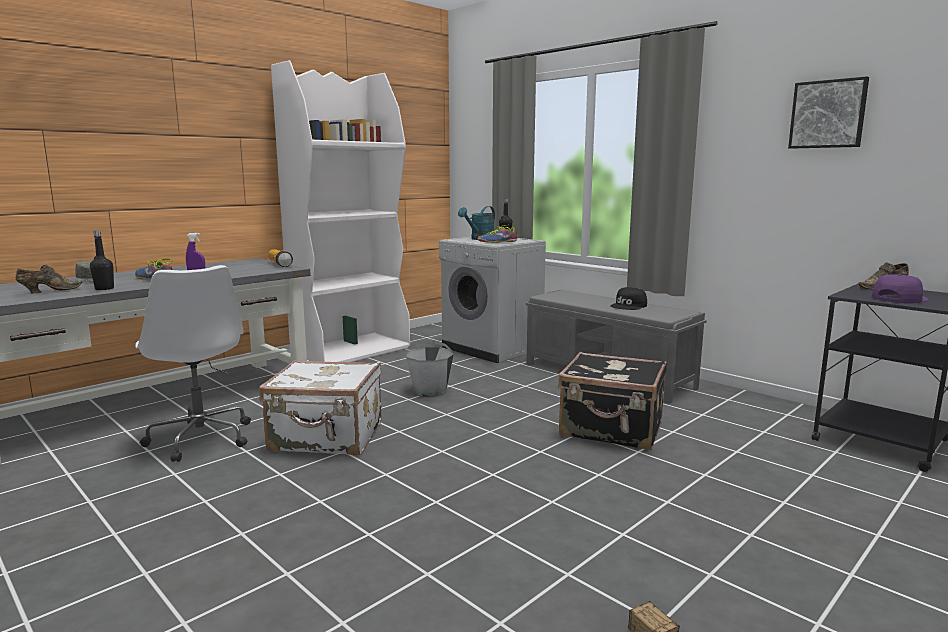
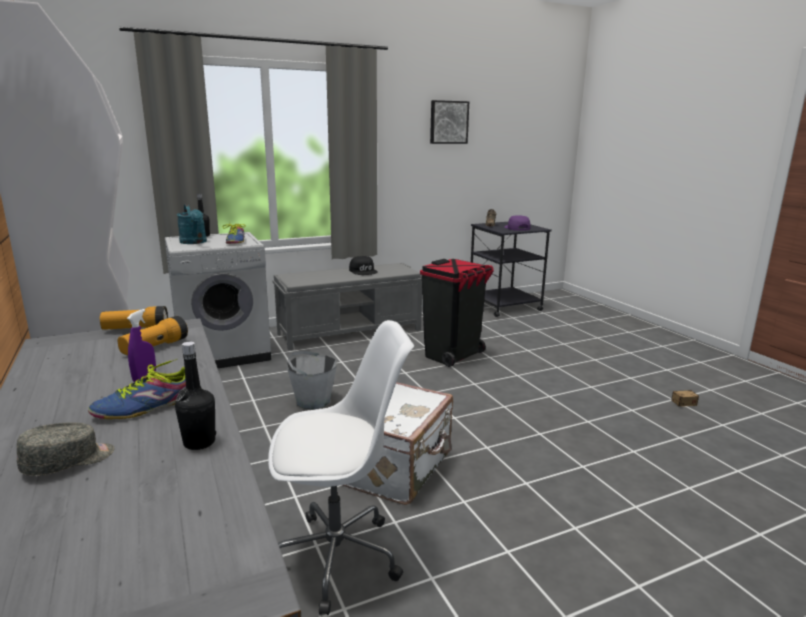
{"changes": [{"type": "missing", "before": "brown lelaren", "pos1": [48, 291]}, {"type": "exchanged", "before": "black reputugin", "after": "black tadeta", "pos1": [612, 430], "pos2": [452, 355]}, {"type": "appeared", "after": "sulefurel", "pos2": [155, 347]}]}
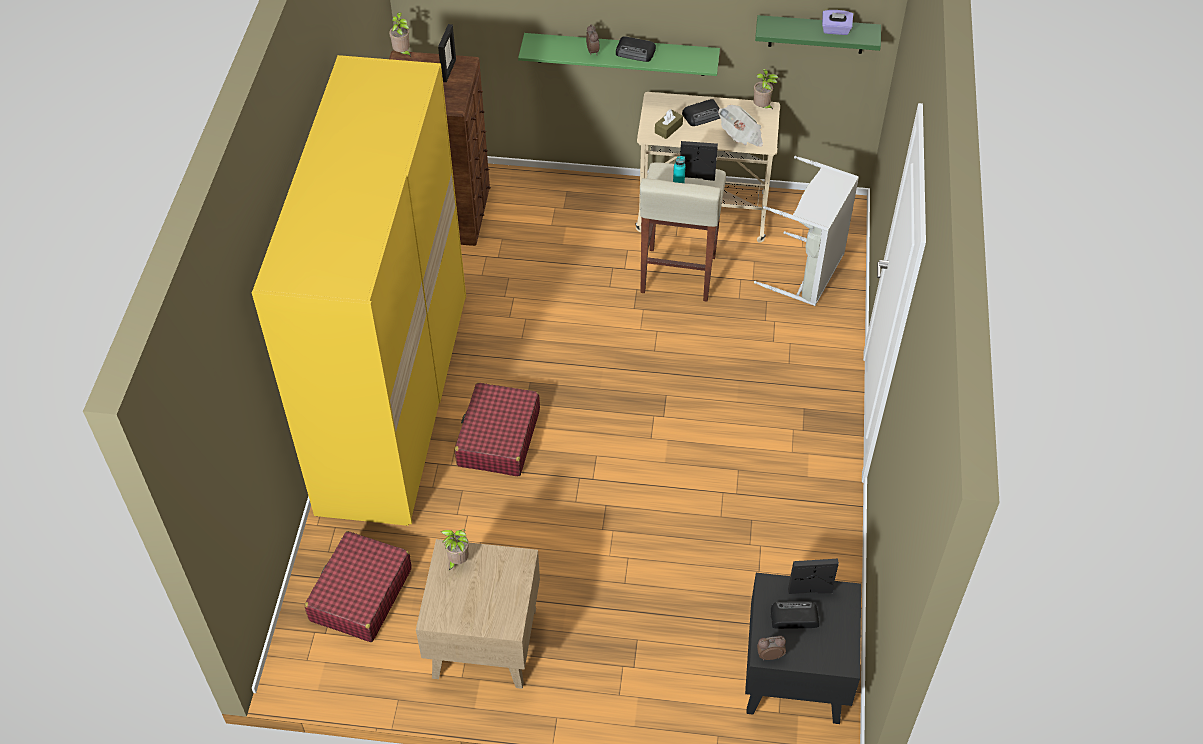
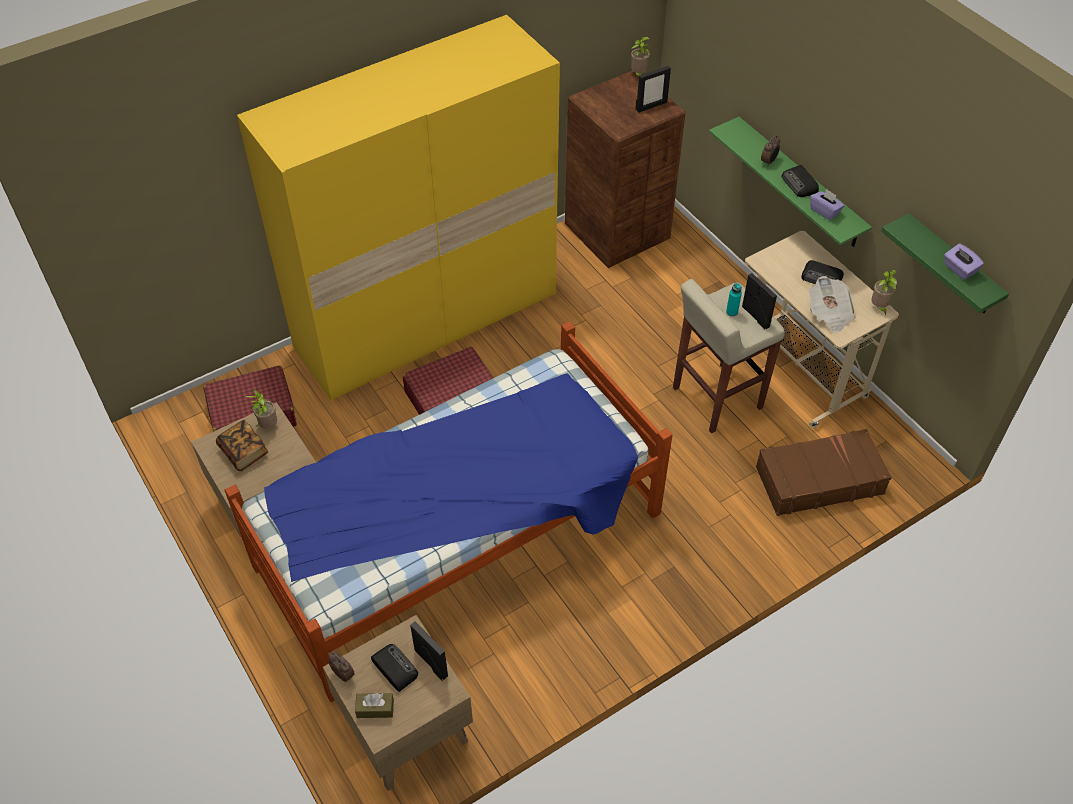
{"changes": [{"type": "relocated", "before": "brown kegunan", "pos1": [668, 129], "pos2": [375, 708]}, {"type": "exchanged", "before": "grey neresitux", "after": "brown reputugin", "pos1": [809, 272], "pos2": [818, 480]}, {"type": "colour", "before": "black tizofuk", "after": "beige tizofuk", "pos1": [793, 676], "pos2": [405, 727]}, {"type": "appeared", "after": "purple kegunan", "pos2": [824, 211]}, {"type": "appeared", "after": "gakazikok", "pos2": [461, 541]}, {"type": "appeared", "after": "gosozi", "pos2": [244, 452]}]}
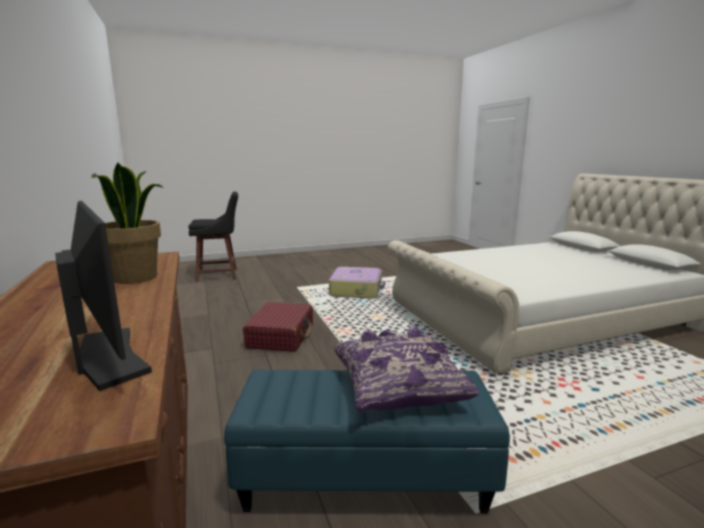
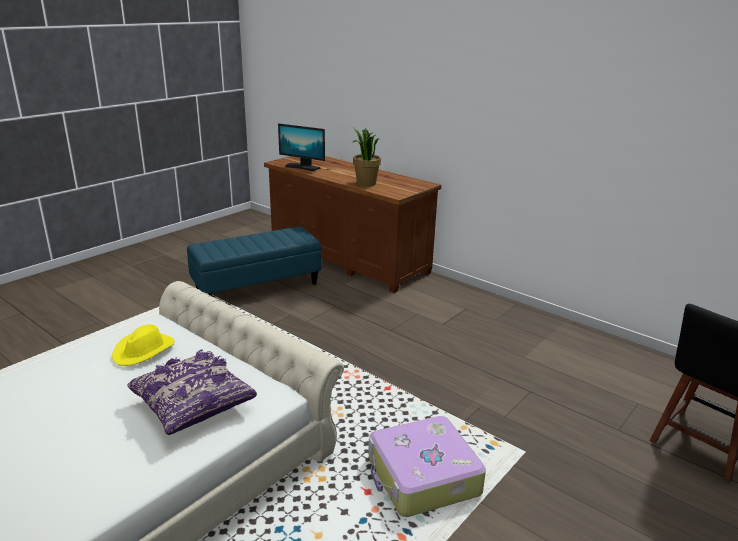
{"changes": [{"type": "missing", "before": "red reputugin", "pos1": [281, 336]}, {"type": "relocated", "before": "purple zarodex", "pos1": [398, 390], "pos2": [193, 406]}, {"type": "appeared", "after": "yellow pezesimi", "pos2": [144, 350]}]}
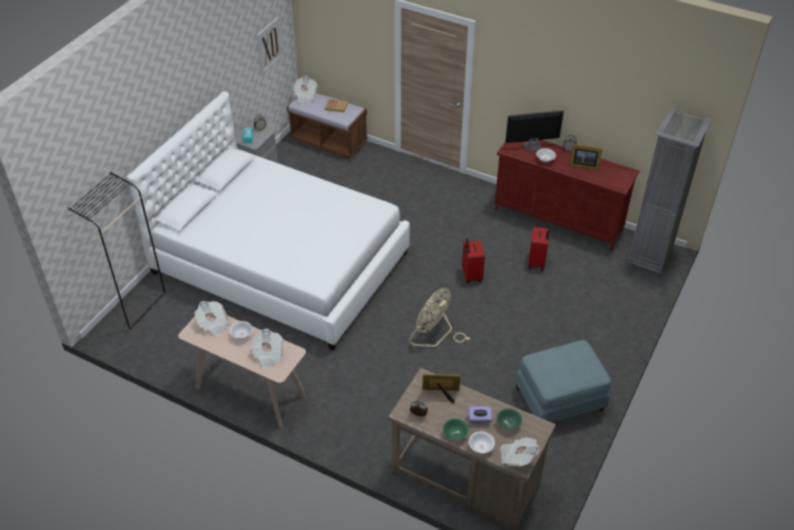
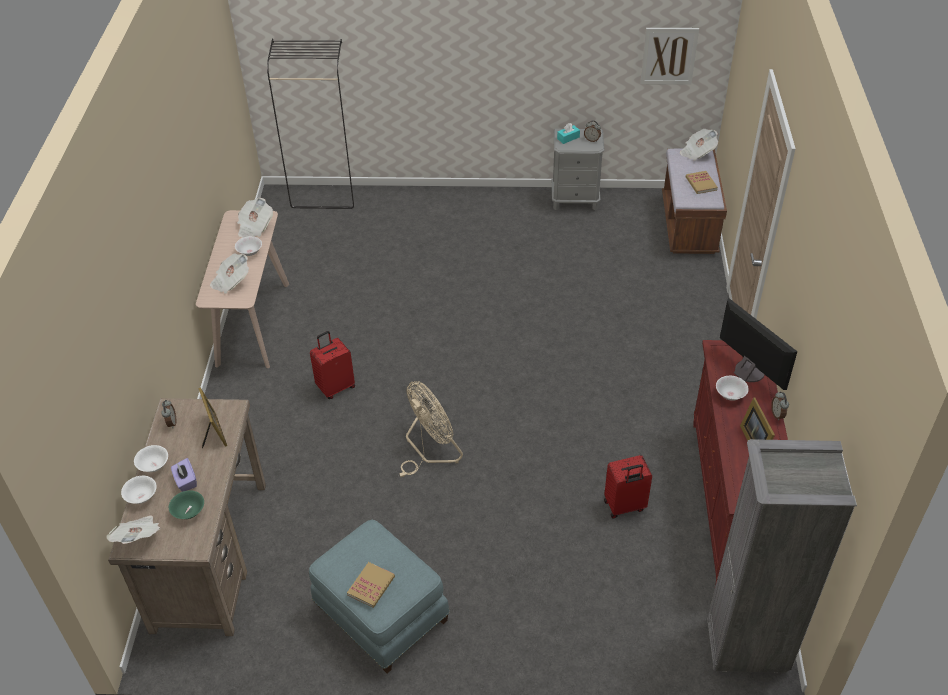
{"changes": [{"type": "missing", "before": "white gakazikok", "pos1": [280, 262]}, {"type": "relocated", "before": "red reputugin", "pos1": [471, 275], "pos2": [335, 387]}, {"type": "spun", "before": "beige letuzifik", "pos1": [438, 333], "pos2": [426, 447], "turn": 45}, {"type": "colour", "before": "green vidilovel", "after": "white vidilovel", "pos1": [455, 434], "pos2": [153, 466]}, {"type": "appeared", "after": "gosozi", "pos2": [371, 586]}]}
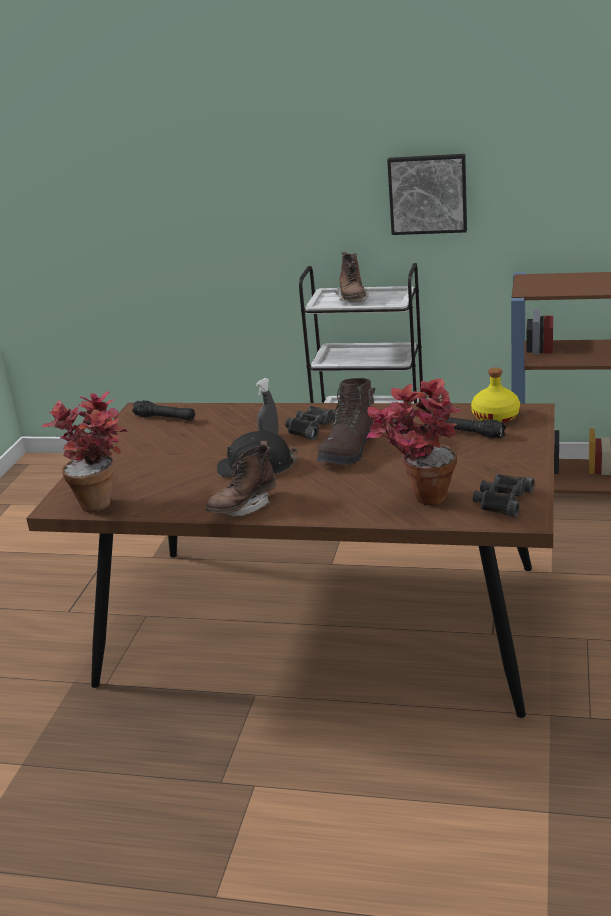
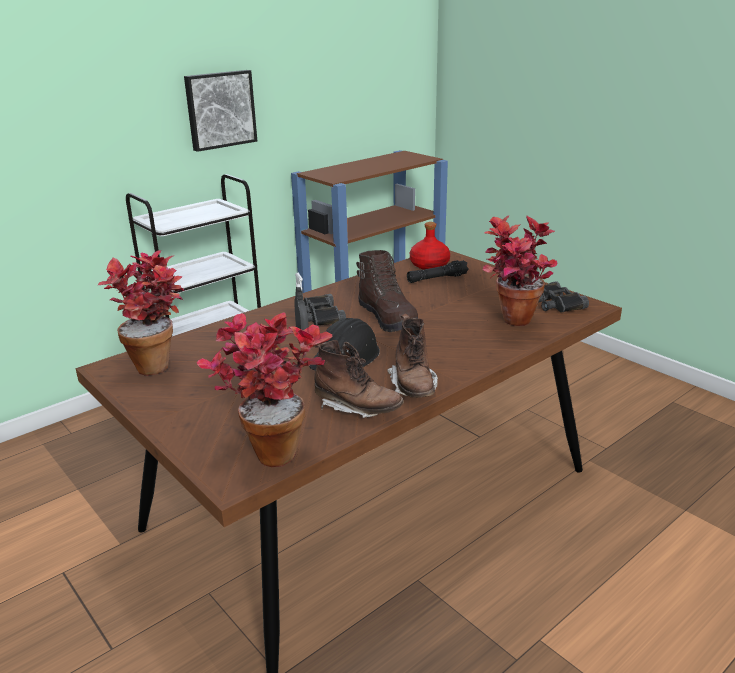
{"changes": [{"type": "relocated", "before": "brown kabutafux", "pos1": [352, 299], "pos2": [357, 408]}, {"type": "colour", "before": "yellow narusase", "after": "red narusase", "pos1": [496, 417], "pos2": [429, 265]}, {"type": "exchanged", "before": "black sulefurel", "after": "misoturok", "pos1": [165, 418], "pos2": [158, 362]}]}
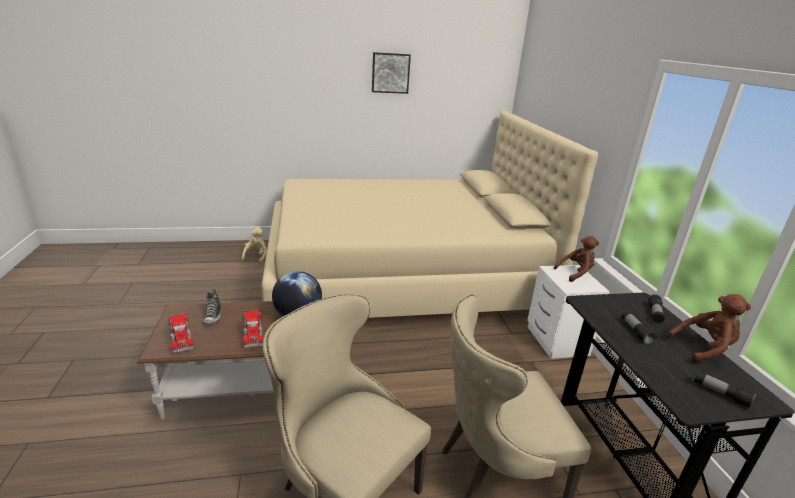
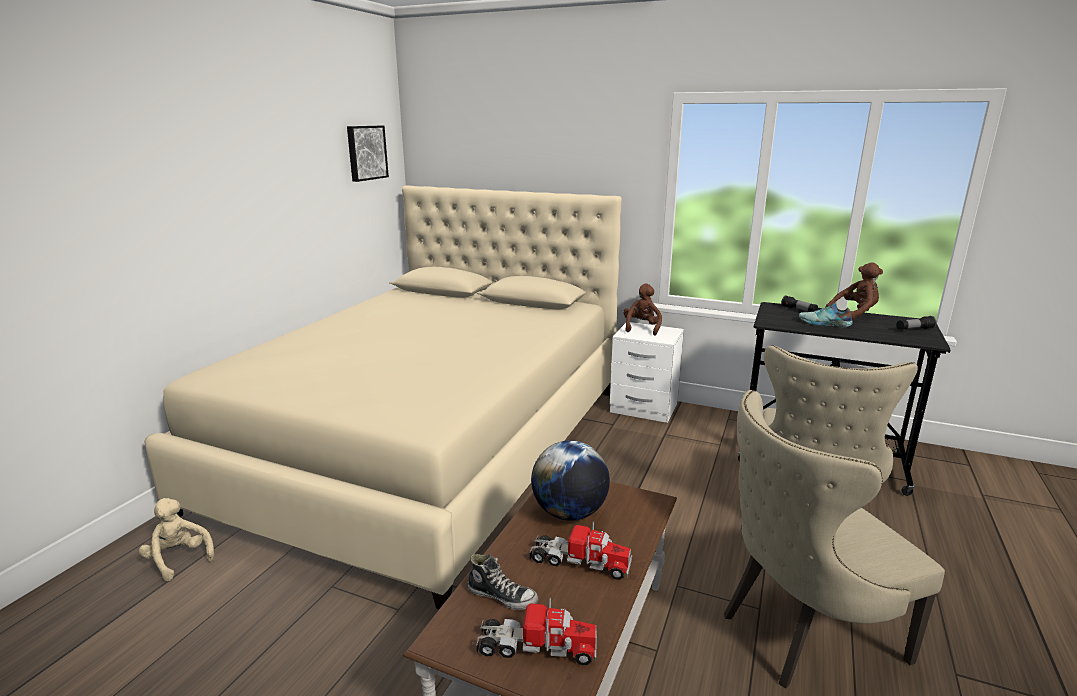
{"changes": [{"type": "relocated", "before": "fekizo", "pos1": [390, 73], "pos2": [366, 152]}, {"type": "spun", "before": "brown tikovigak", "pos1": [704, 349], "pos2": [854, 314], "turn": 45}, {"type": "exchanged", "before": "sulefurel", "after": "lelaren", "pos1": [635, 331], "pos2": [824, 323]}]}
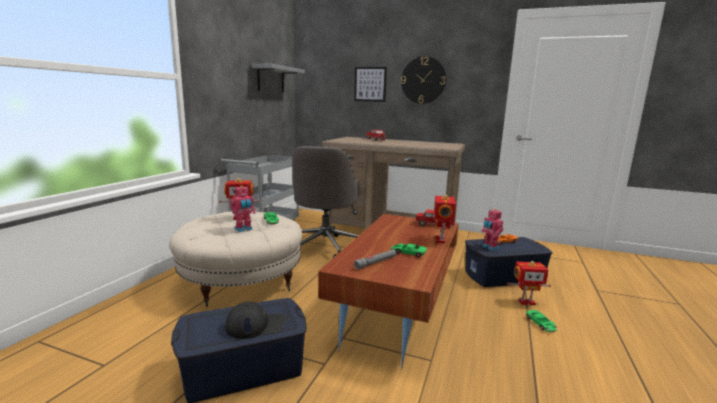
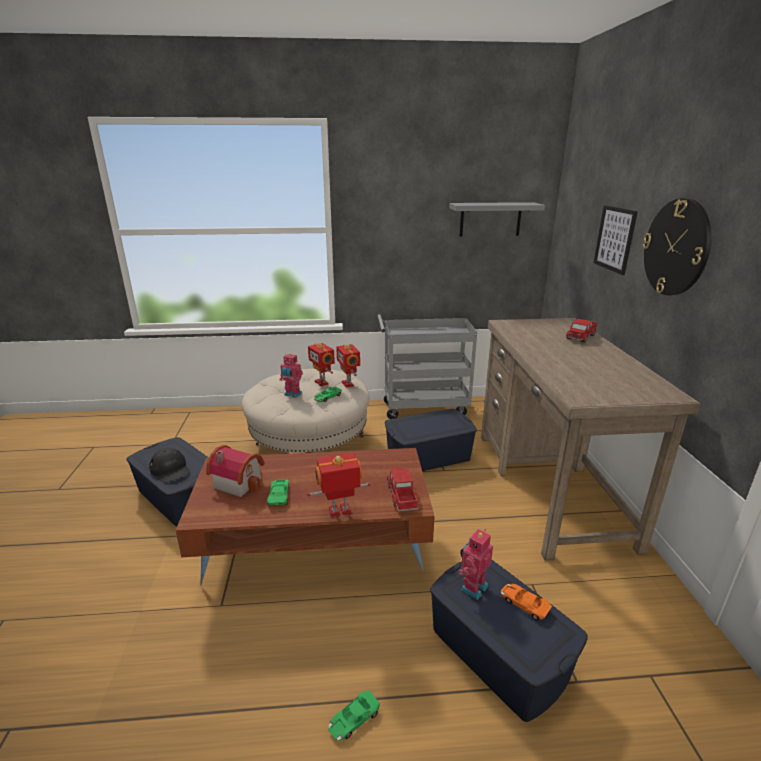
{"changes": [{"type": "exchanged", "before": "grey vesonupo", "after": "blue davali", "pos1": [325, 248], "pos2": [428, 456]}, {"type": "exchanged", "before": "grey sulefurel", "after": "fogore", "pos1": [376, 262], "pos2": [239, 481]}, {"type": "relocated", "before": "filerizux", "pos1": [526, 302], "pos2": [348, 384]}]}
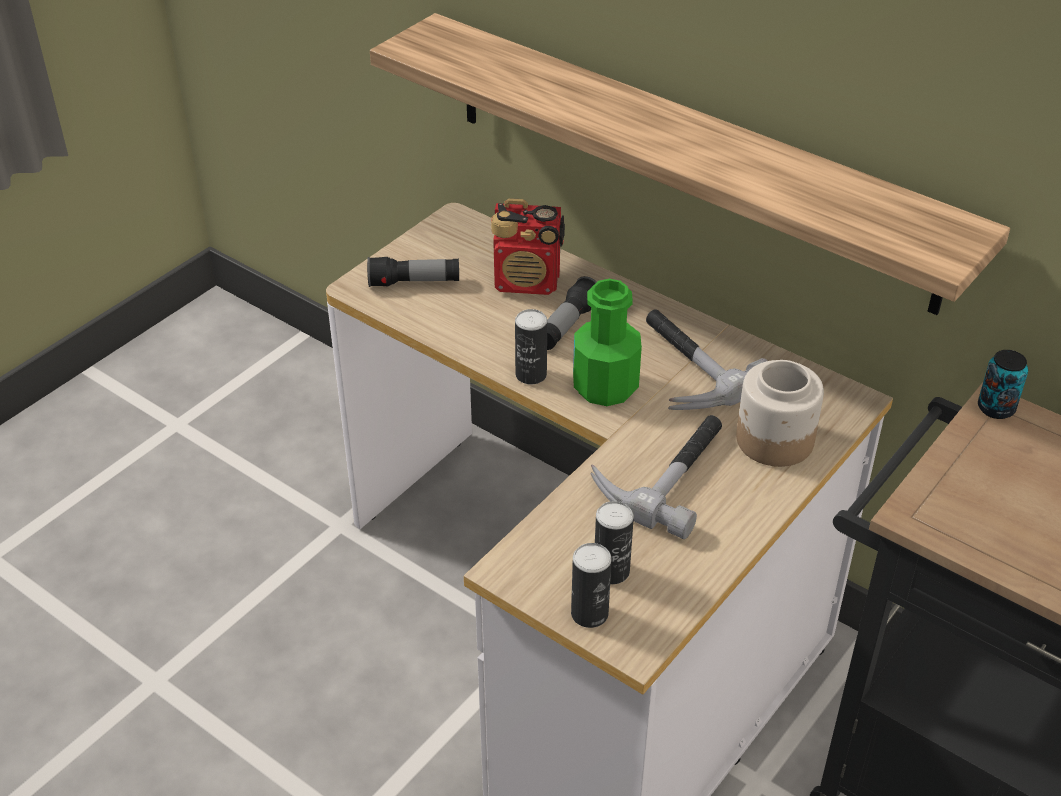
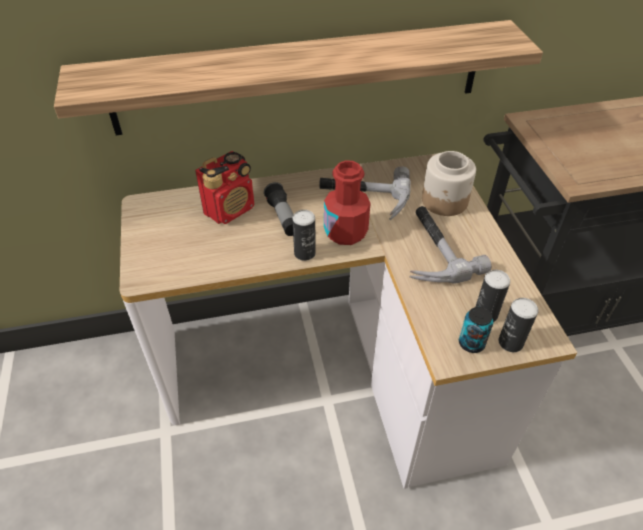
{"changes": [{"type": "missing", "before": "sulefurel", "pos1": [414, 282]}, {"type": "colour", "before": "green narusase", "after": "red narusase", "pos1": [605, 387], "pos2": [345, 232]}, {"type": "relocated", "before": "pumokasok", "pos1": [996, 408], "pos2": [471, 343]}]}
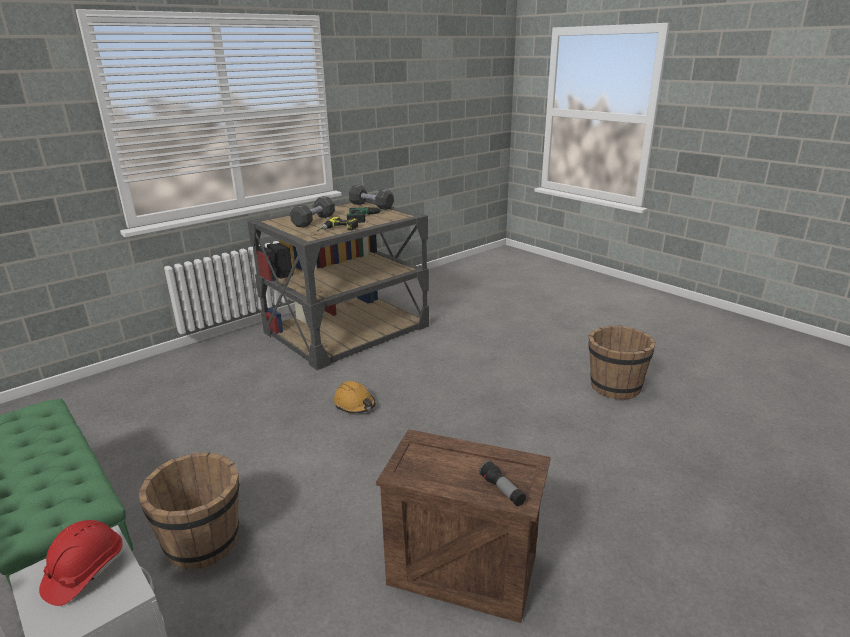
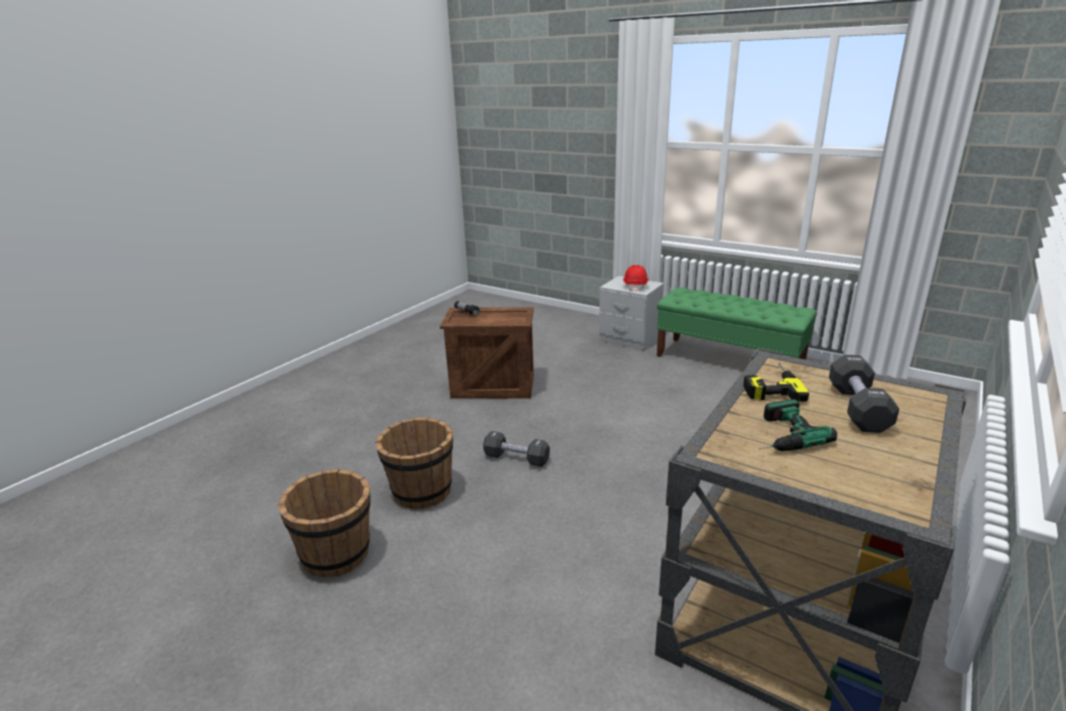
{"changes": [{"type": "relocated", "before": "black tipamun", "pos1": [371, 206], "pos2": [516, 458]}, {"type": "missing", "before": "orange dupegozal", "pos1": [354, 404]}, {"type": "relocated", "before": "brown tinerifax", "pos1": [203, 543], "pos2": [421, 491]}]}
